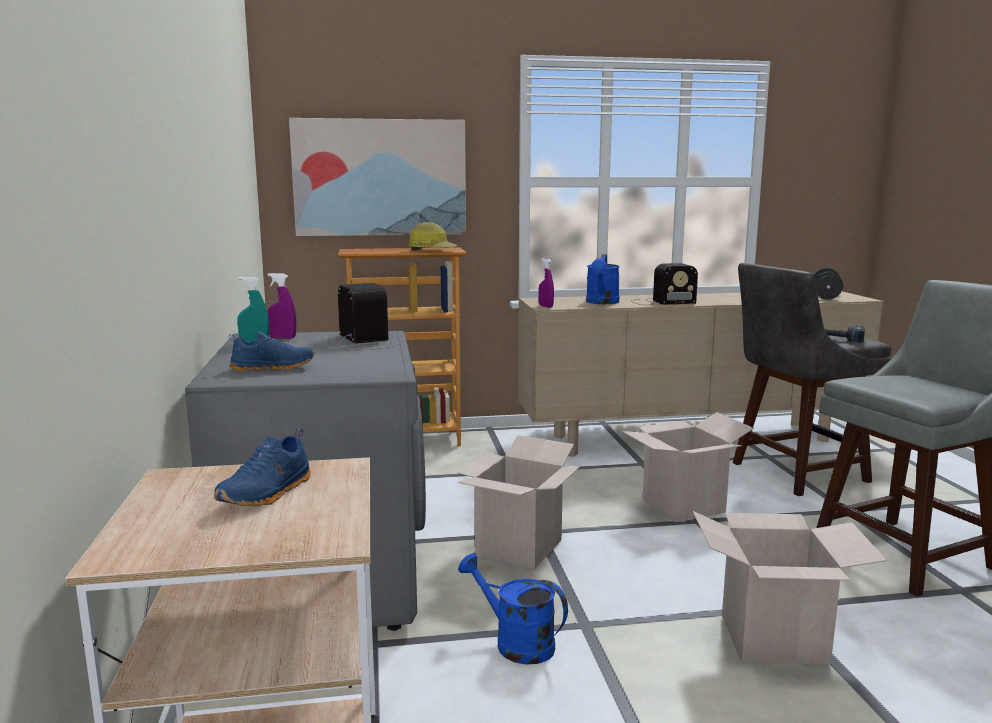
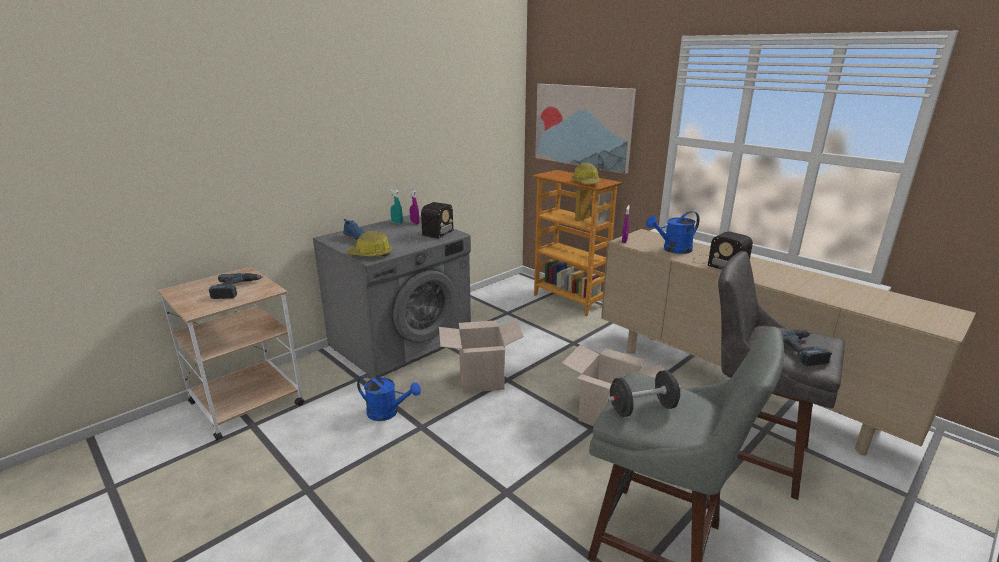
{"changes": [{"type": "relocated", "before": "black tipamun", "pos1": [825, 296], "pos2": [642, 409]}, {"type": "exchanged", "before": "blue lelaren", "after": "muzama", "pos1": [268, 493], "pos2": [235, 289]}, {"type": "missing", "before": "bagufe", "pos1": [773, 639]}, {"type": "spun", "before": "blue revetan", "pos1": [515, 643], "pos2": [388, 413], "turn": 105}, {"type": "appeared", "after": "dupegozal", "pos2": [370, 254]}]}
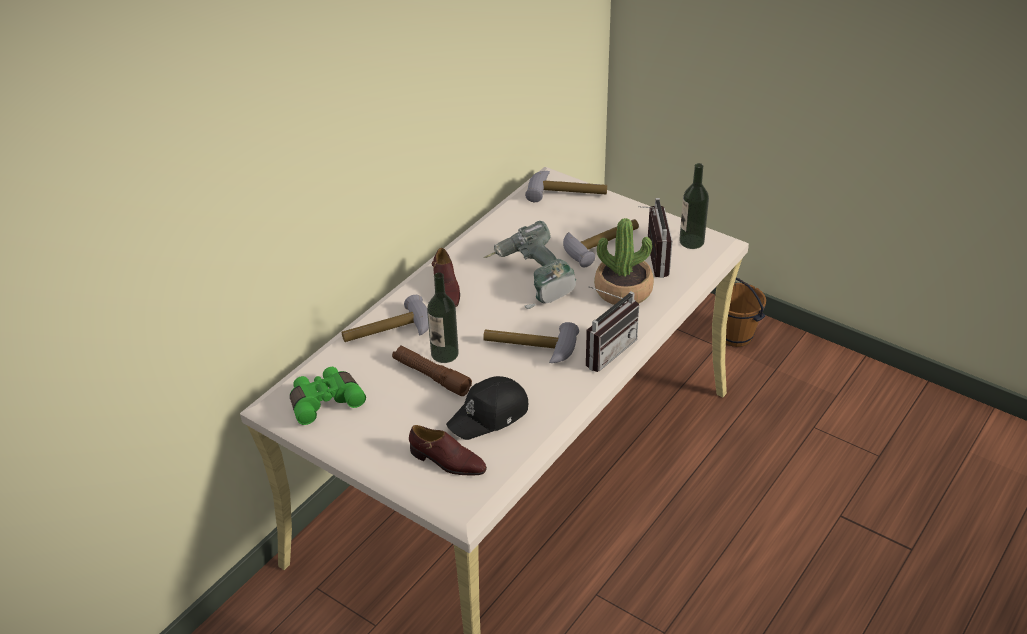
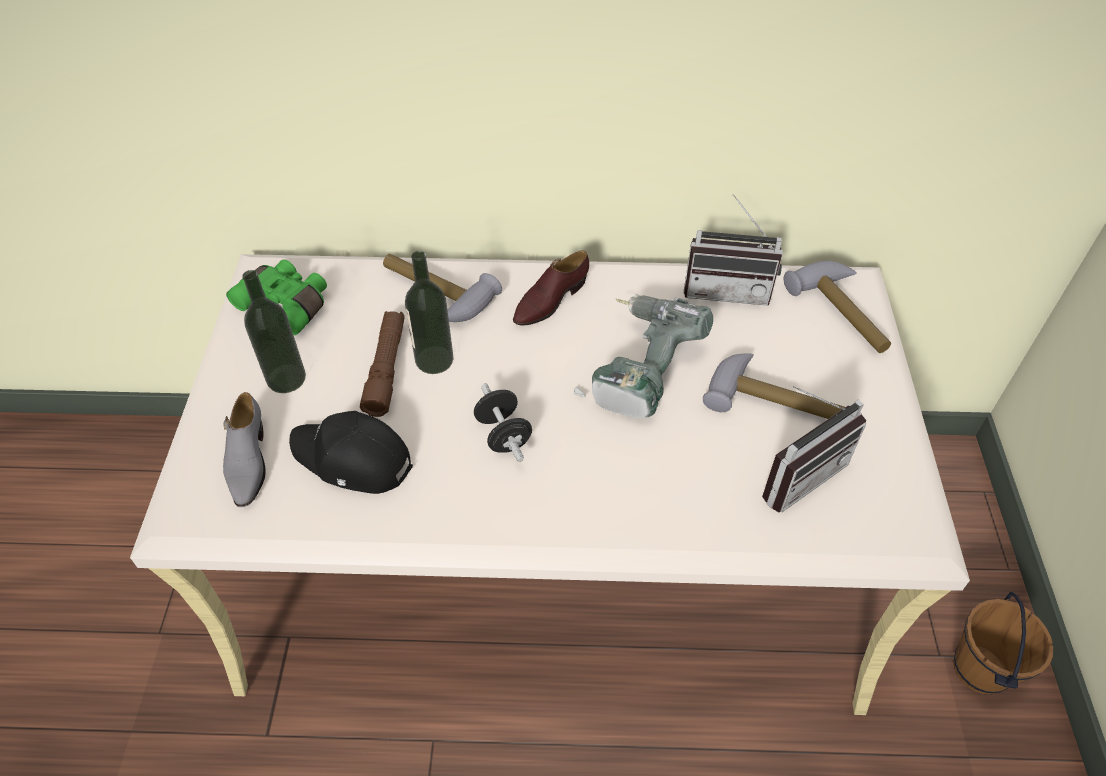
{"changes": [{"type": "relocated", "before": "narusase", "pos1": [691, 241], "pos2": [286, 378]}, {"type": "missing", "before": "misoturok", "pos1": [623, 290]}, {"type": "relocated", "before": "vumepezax", "pos1": [605, 349], "pos2": [727, 289]}, {"type": "exchanged", "before": "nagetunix", "after": "black tipamun", "pos1": [529, 348], "pos2": [503, 435]}, {"type": "colour", "before": "brown lelaren", "after": "grey lelaren", "pos1": [447, 461], "pos2": [248, 461]}]}
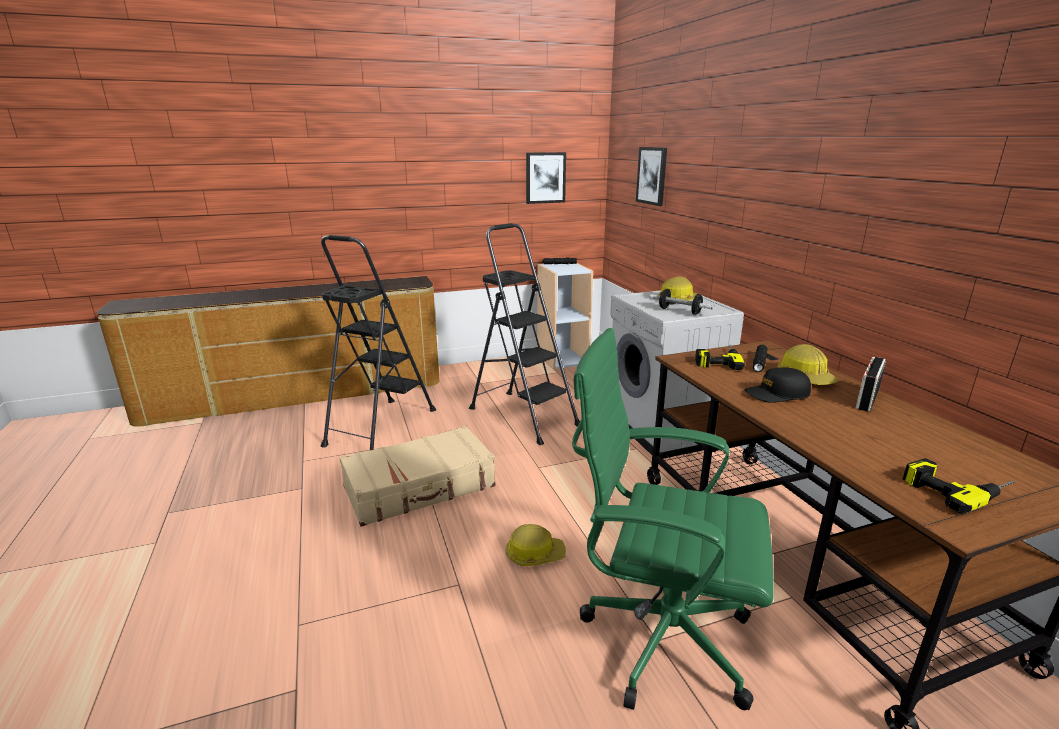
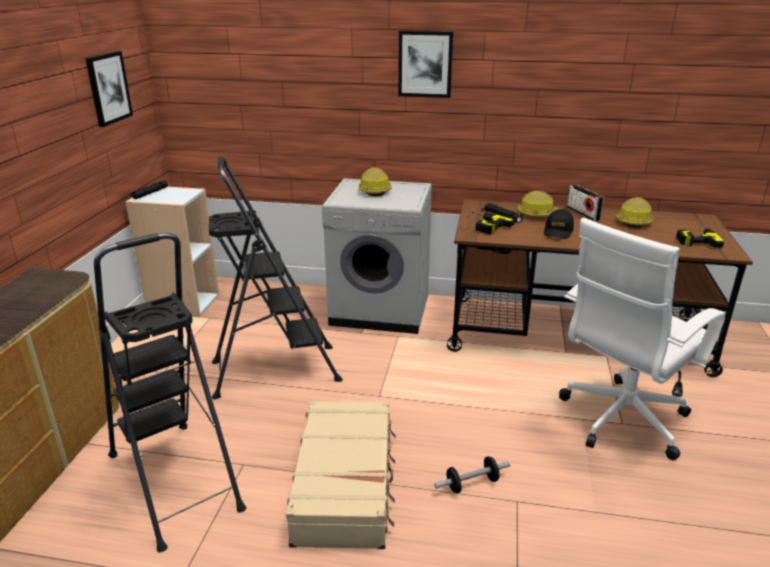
{"changes": [{"type": "relocated", "before": "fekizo", "pos1": [652, 176], "pos2": [425, 64]}, {"type": "relocated", "before": "tipamun", "pos1": [679, 311], "pos2": [472, 484]}, {"type": "colour", "before": "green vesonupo", "after": "white vesonupo", "pos1": [658, 637], "pos2": [620, 421]}, {"type": "relocated", "before": "dupegozal", "pos1": [534, 554], "pos2": [634, 221]}]}
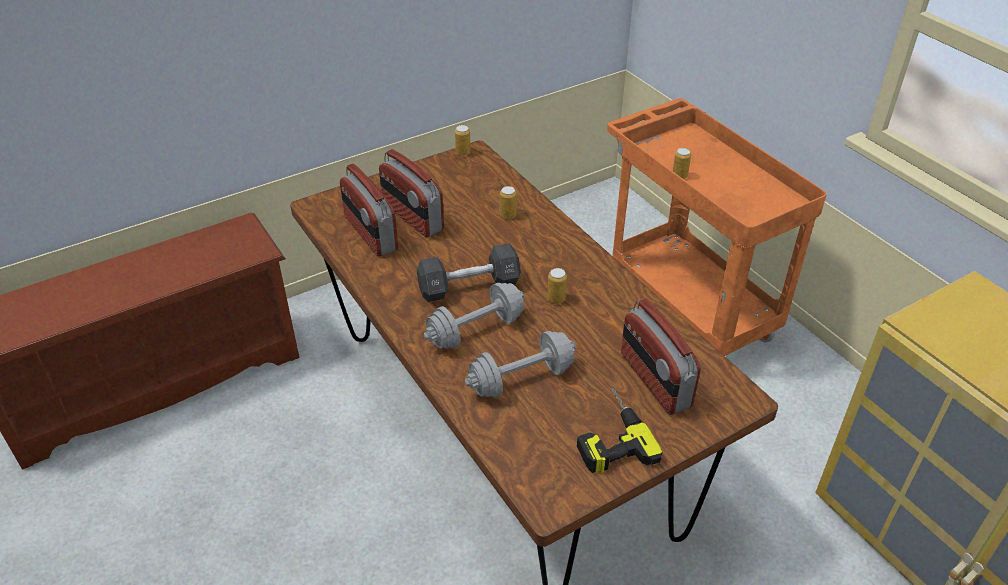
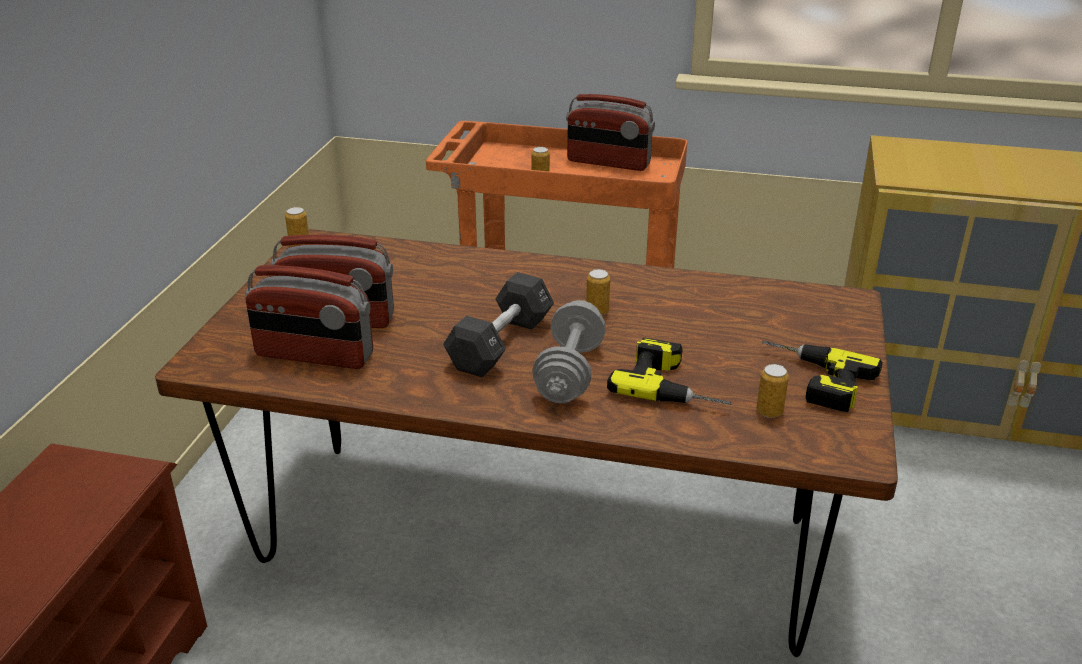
{"changes": [{"type": "relocated", "before": "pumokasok", "pos1": [508, 215], "pos2": [769, 412]}, {"type": "relocated", "before": "vumepezax", "pos1": [654, 380], "pos2": [608, 163]}, {"type": "exchanged", "before": "grey tipamun", "after": "muzama", "pos1": [521, 379], "pos2": [675, 384]}]}
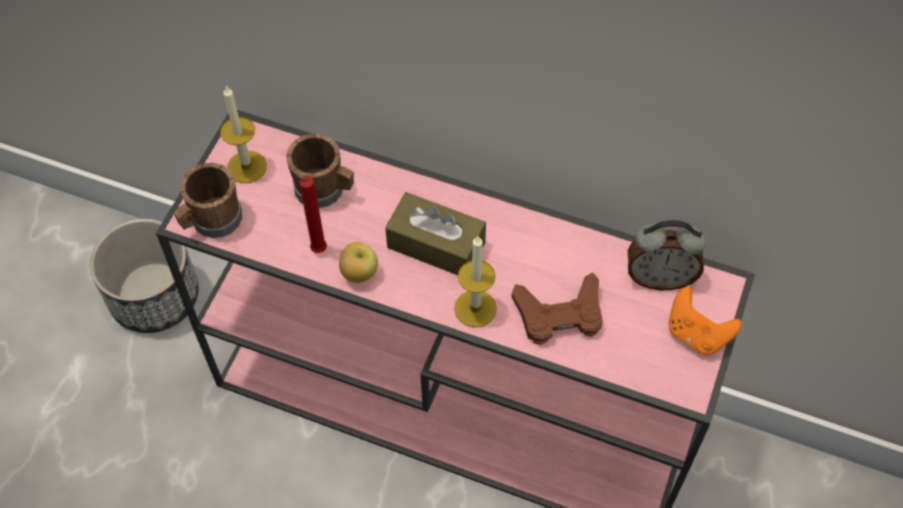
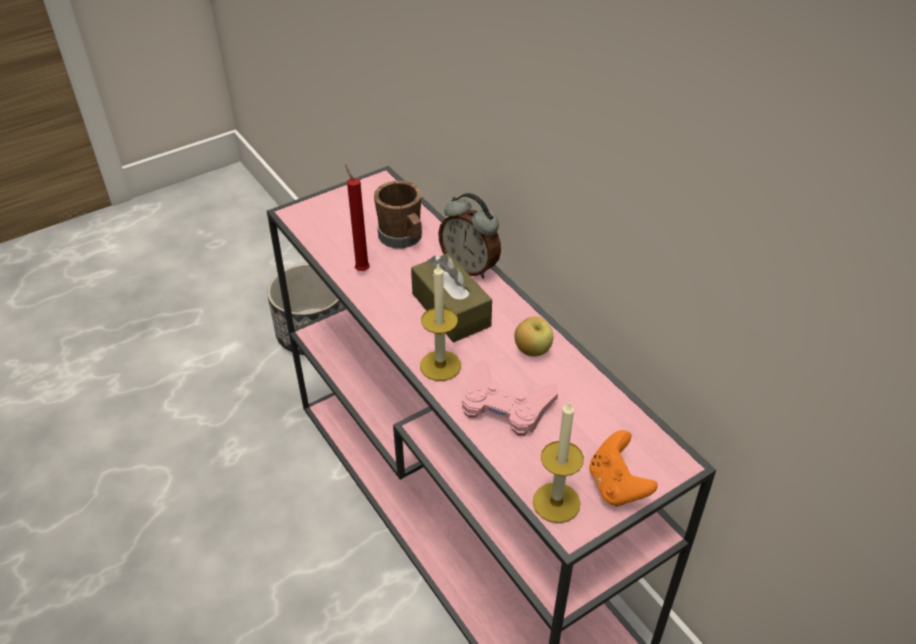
{"changes": [{"type": "relocated", "before": "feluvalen", "pos1": [247, 167], "pos2": [556, 502]}, {"type": "missing", "before": "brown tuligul", "pos1": [212, 221]}, {"type": "relocated", "before": "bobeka", "pos1": [659, 277], "pos2": [470, 267]}, {"type": "relocated", "before": "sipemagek", "pos1": [359, 273], "pos2": [532, 351]}, {"type": "colour", "before": "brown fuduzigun", "after": "pink fuduzigun", "pos1": [559, 314], "pos2": [505, 405]}]}
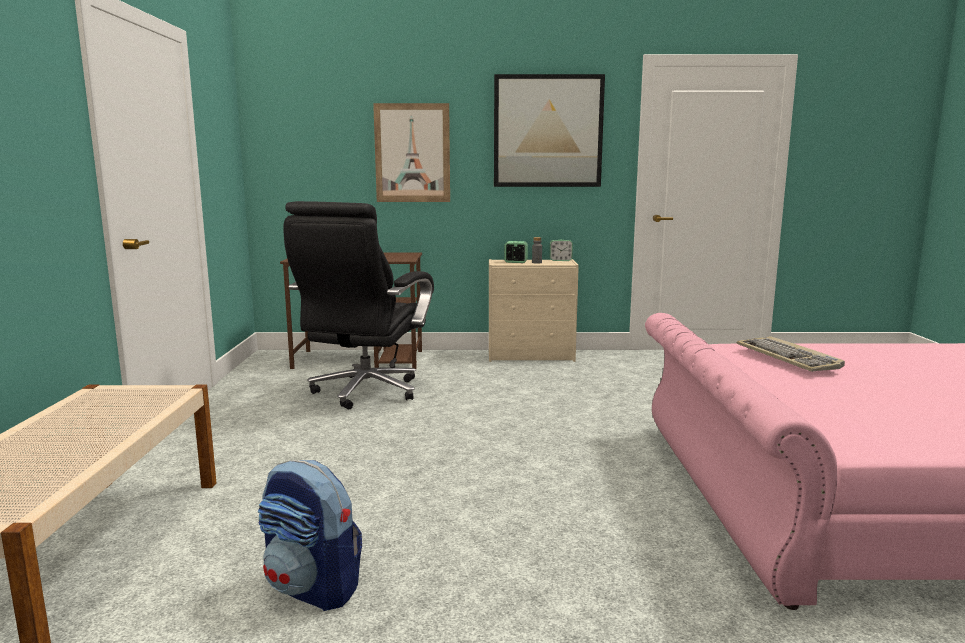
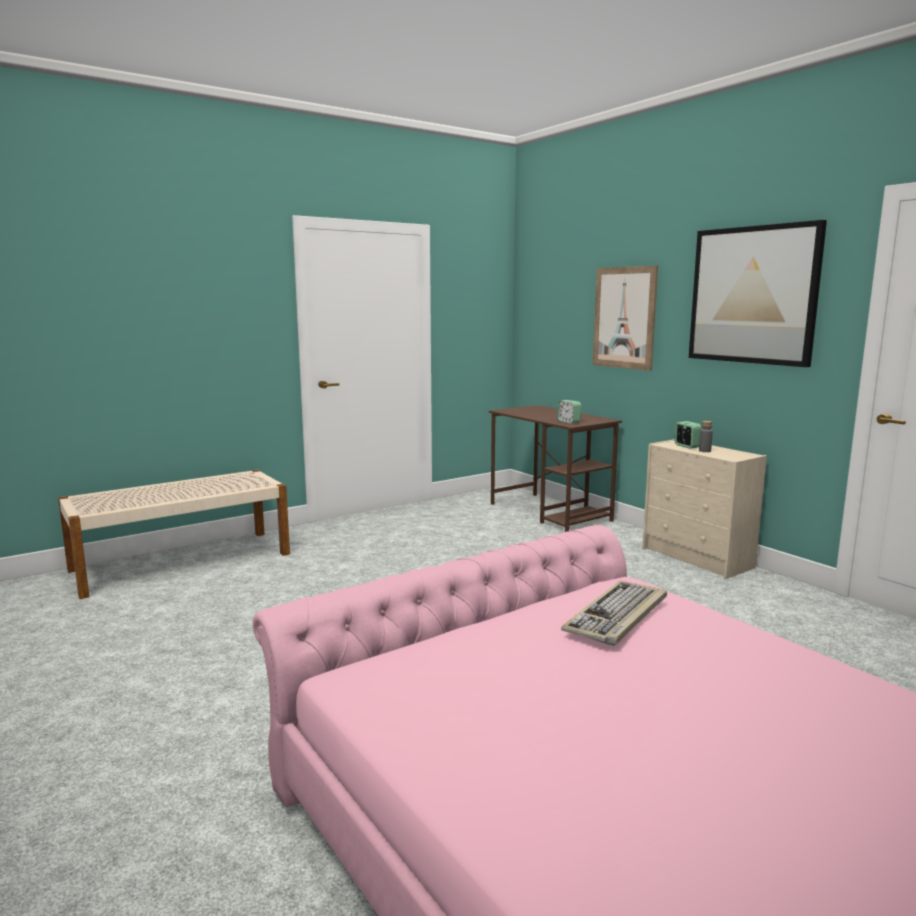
{"changes": [{"type": "missing", "before": "black vesonupo", "pos1": [363, 394]}, {"type": "relocated", "before": "bobeka", "pos1": [560, 260], "pos2": [568, 421]}, {"type": "missing", "before": "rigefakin", "pos1": [313, 588]}]}
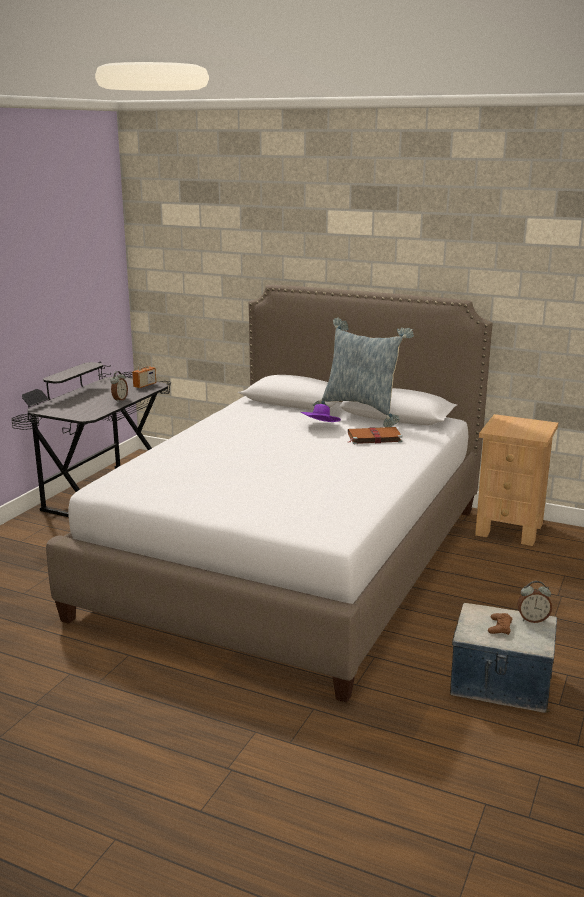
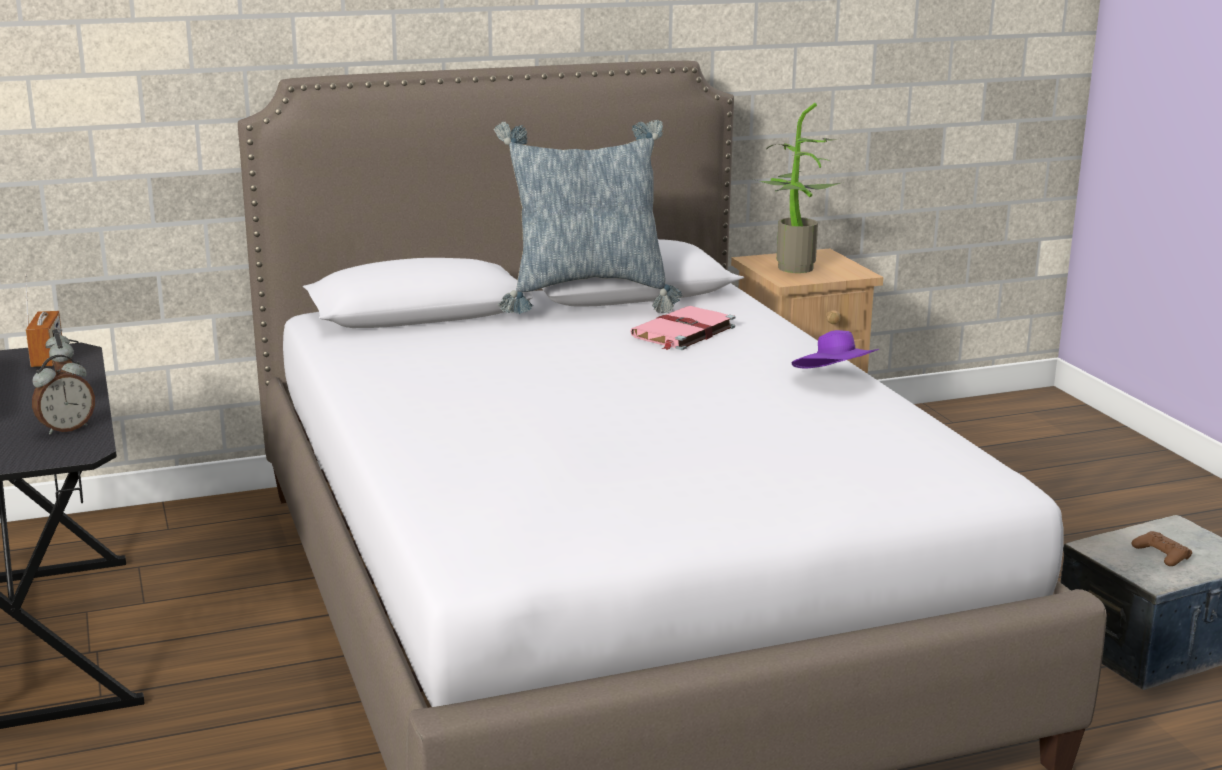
{"changes": [{"type": "relocated", "before": "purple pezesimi", "pos1": [320, 427], "pos2": [835, 379]}, {"type": "colour", "before": "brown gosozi", "after": "pink gosozi", "pos1": [373, 437], "pos2": [682, 332]}, {"type": "relocated", "before": "bobeka", "pos1": [532, 619], "pos2": [66, 428]}, {"type": "appeared", "after": "misoturok", "pos2": [792, 269]}]}
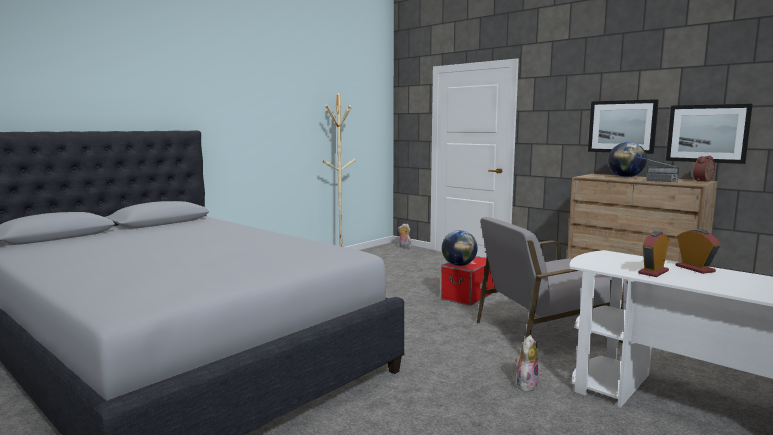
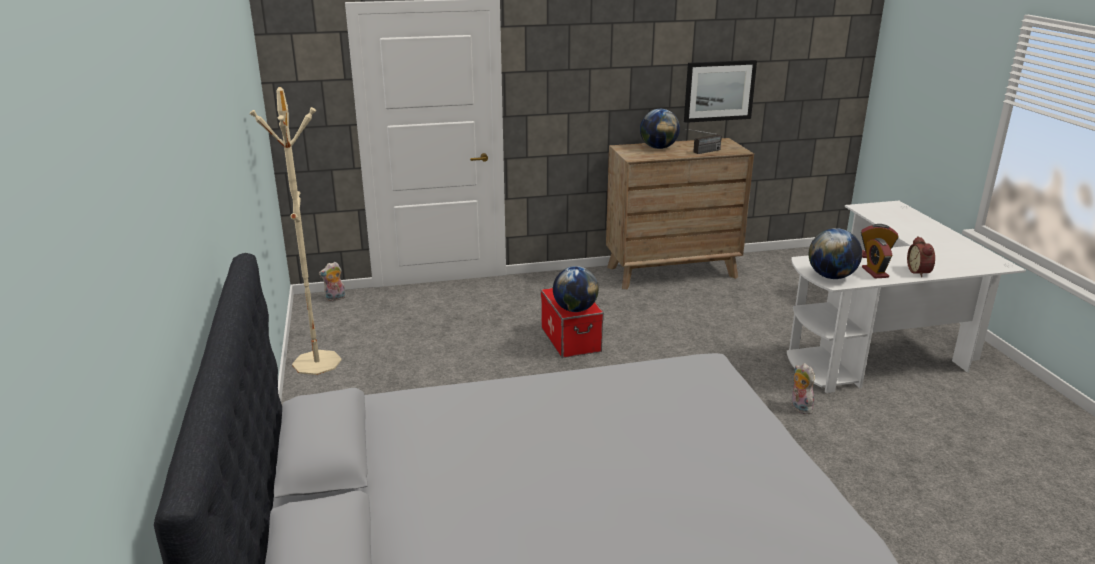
{"changes": [{"type": "missing", "before": "fekizo", "pos1": [622, 126]}, {"type": "relocated", "before": "bobeka", "pos1": [704, 181], "pos2": [920, 272]}, {"type": "missing", "before": "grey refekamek", "pos1": [546, 332]}, {"type": "appeared", "after": "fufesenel", "pos2": [831, 276]}]}
